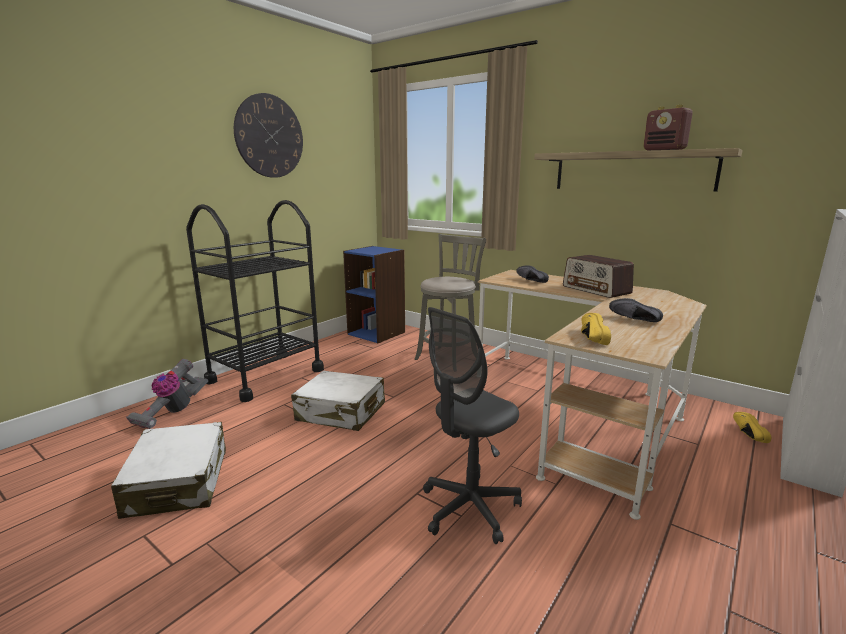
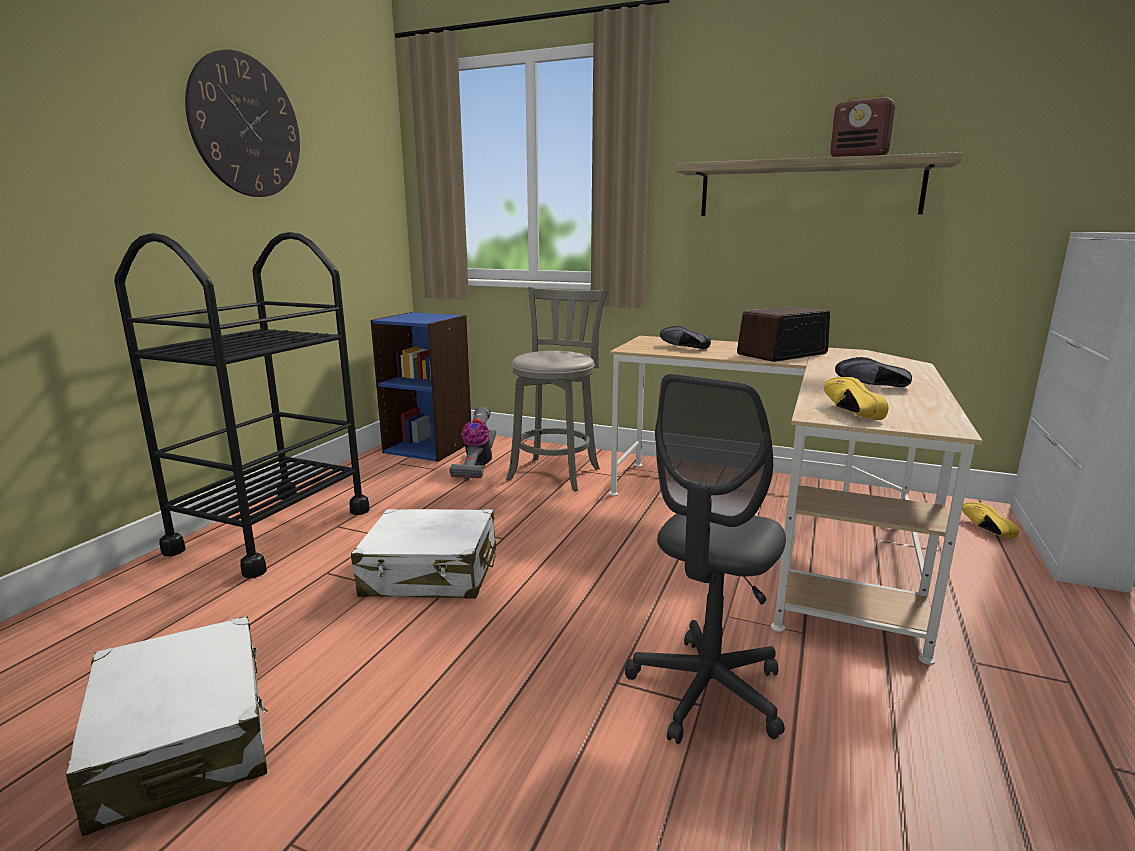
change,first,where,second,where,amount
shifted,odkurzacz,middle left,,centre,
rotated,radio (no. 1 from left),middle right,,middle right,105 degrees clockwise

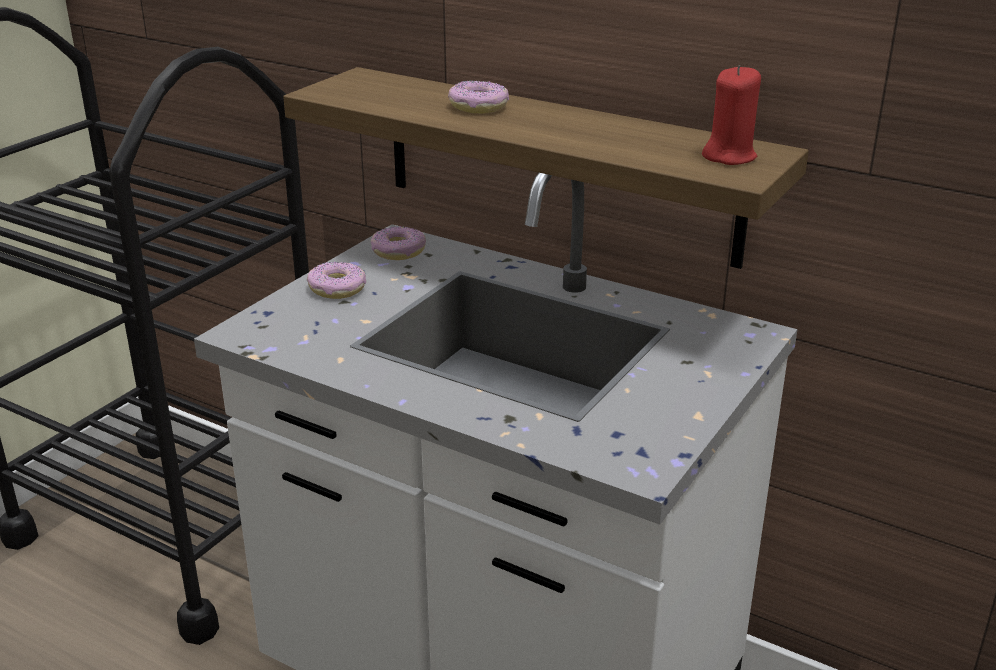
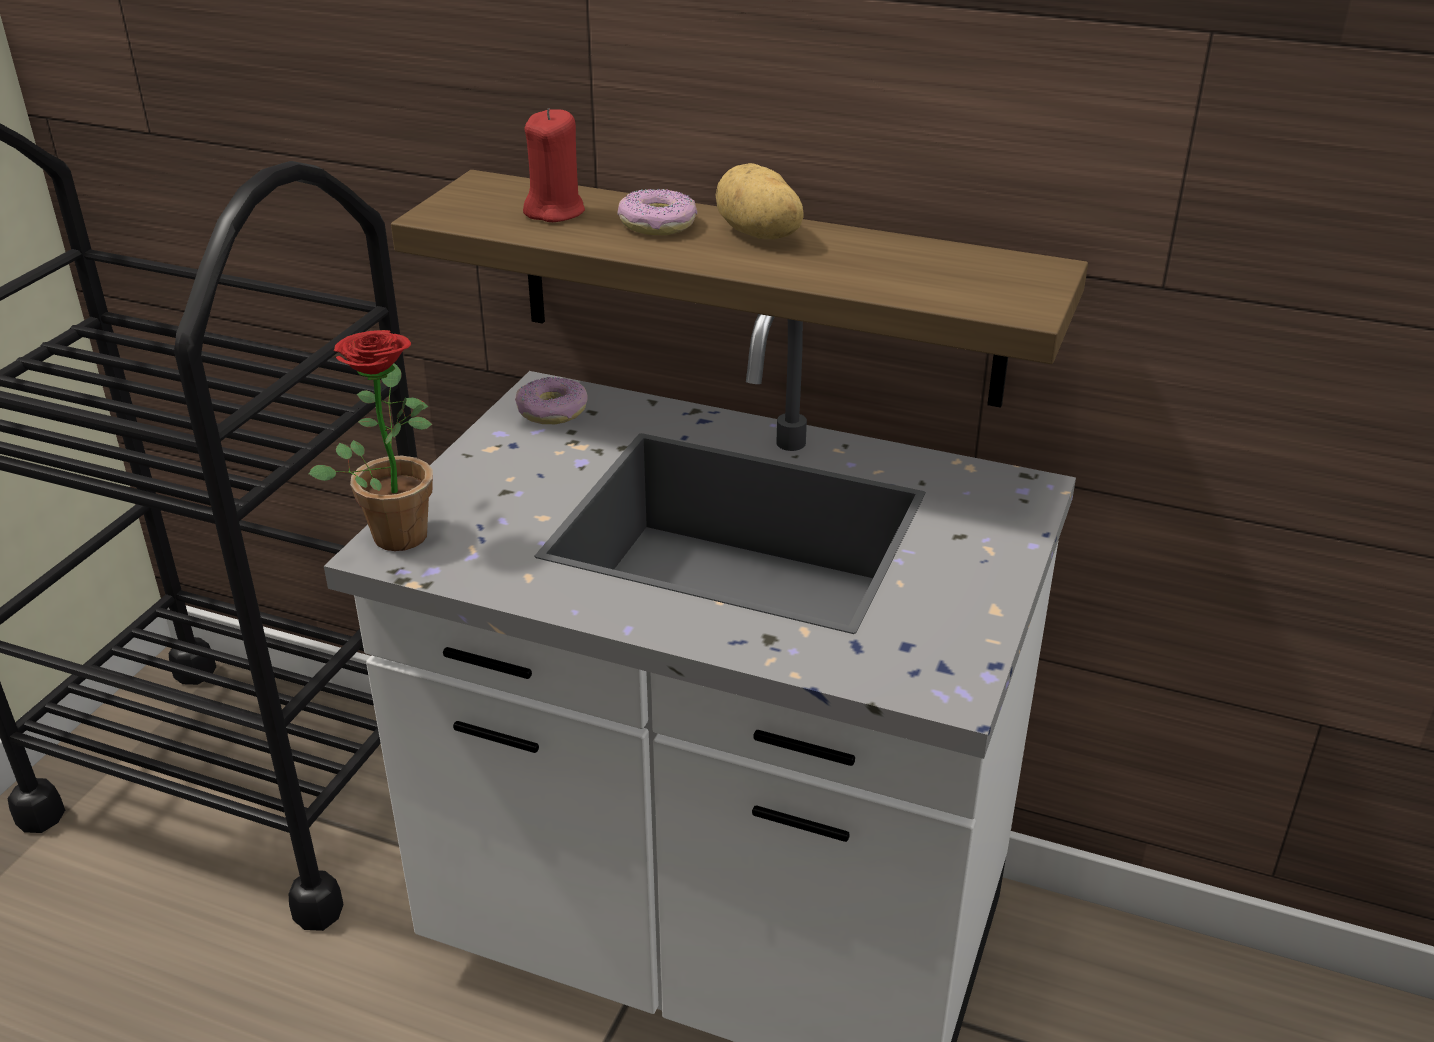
change,first,where,second,where,amount
gone,donut (no. 1 from left),centre,,,
new,,,roślina doniczkowa,middle left,
new,,,ziemniak,top centre,
shifted,świeca (czerwony),top right,,top centre,

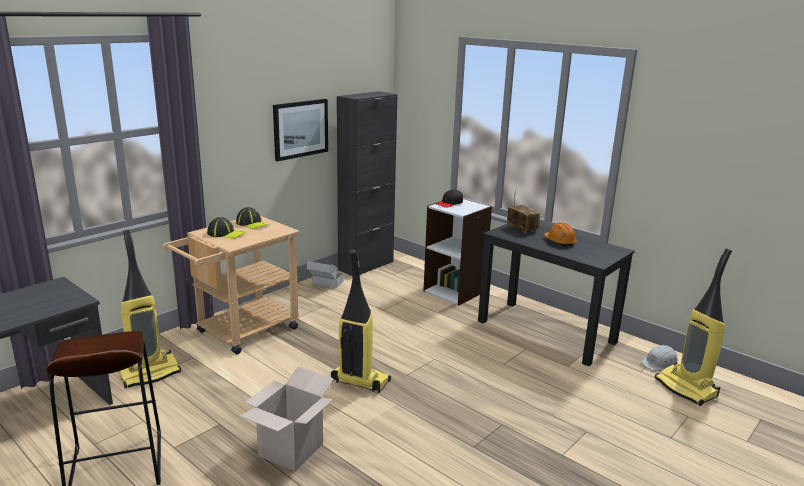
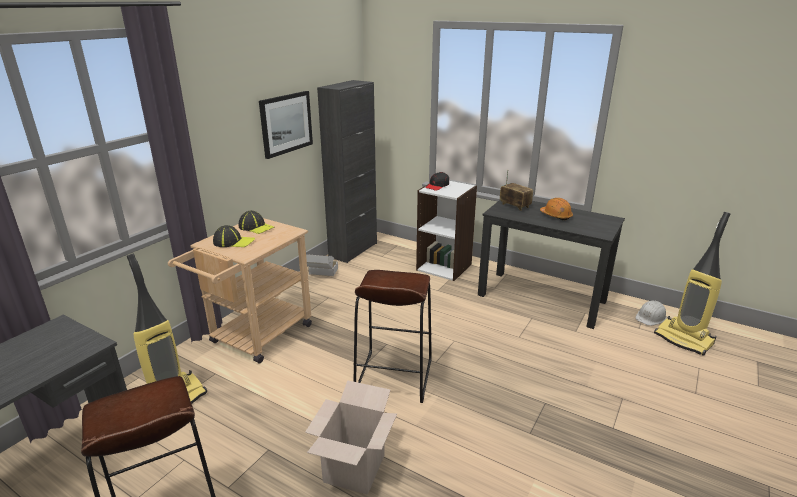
change,first,where,second,where,amount
swapped,odkurzacz (no. 2 from left),centre,stołek (brązowy) (no. 2 from left),bottom centre,

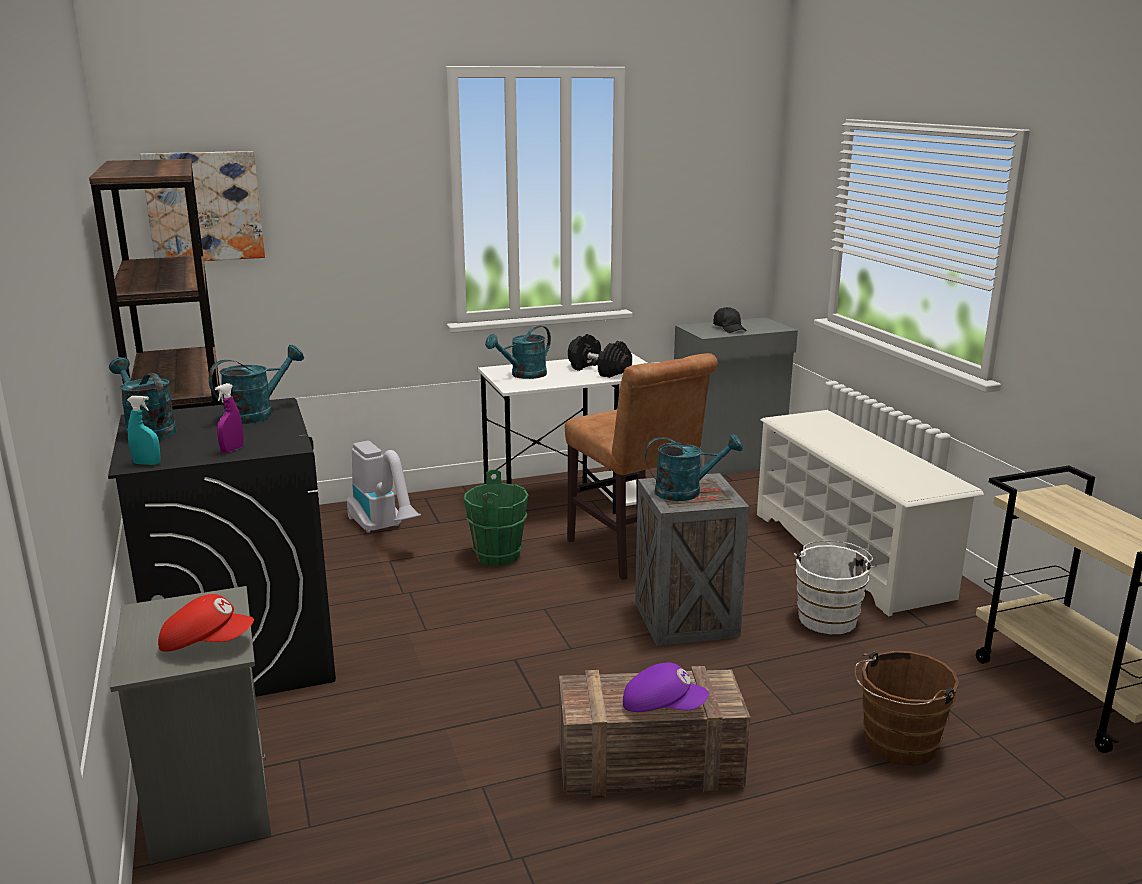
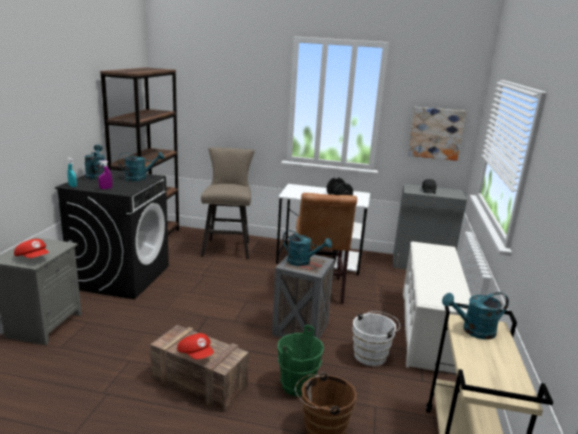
change,first,where,second,where,amount
shifted,obraz,top left,,top right,
shifted,wiadro (zielony),centre,,bottom centre,
shifted,konewka (turkusowy) (no. 3 from left in the first image),centre,konewka (turkusowy) (no. 4 from left),bottom right,
swapped,odkurzacz,centre,stołek (beżowy),centre,
repainted,czapka z daszkiem (fioletowy),bottom centre,czapka z daszkiem (czerwony) (no. 2 from left),bottom centre,

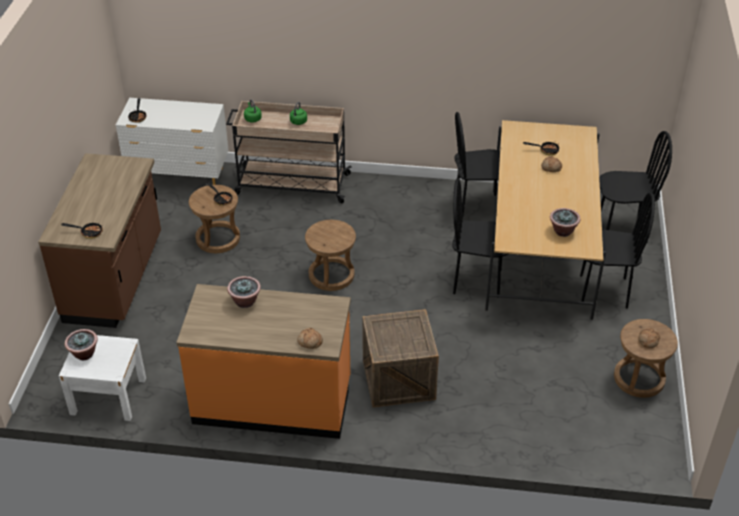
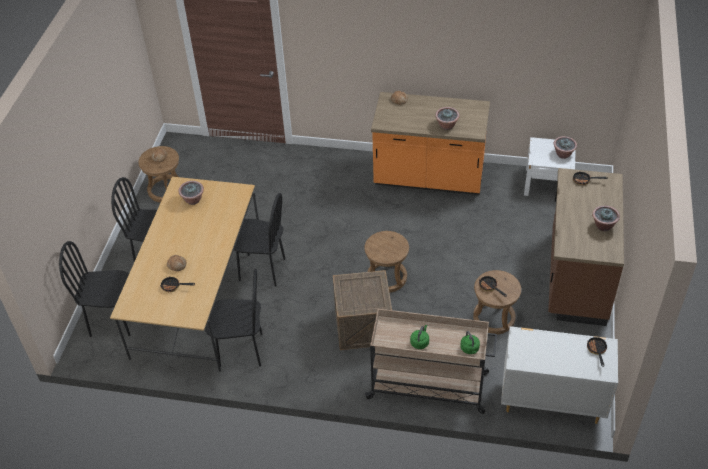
change,first,where,second,where,amount
new,,,roślina doniczkowa (no. 4 from left),middle right,
shifted,skrzynka,bottom centre,,centre,

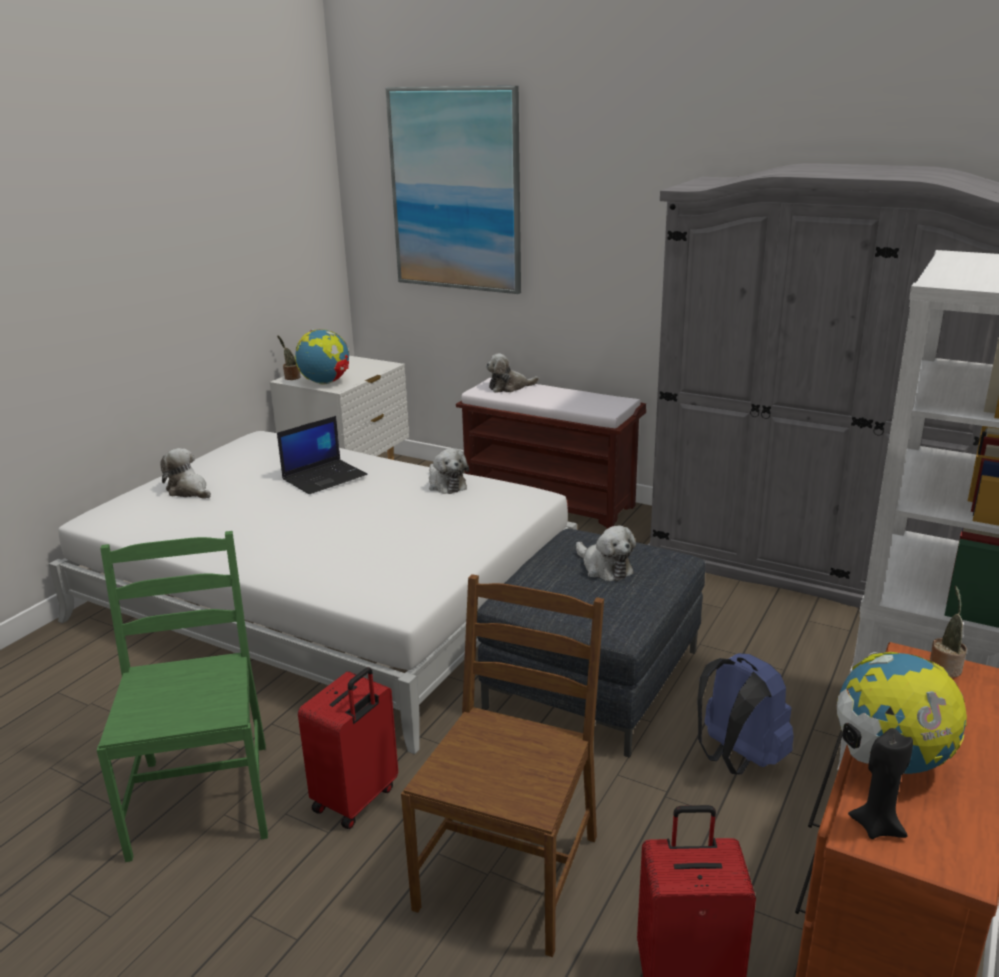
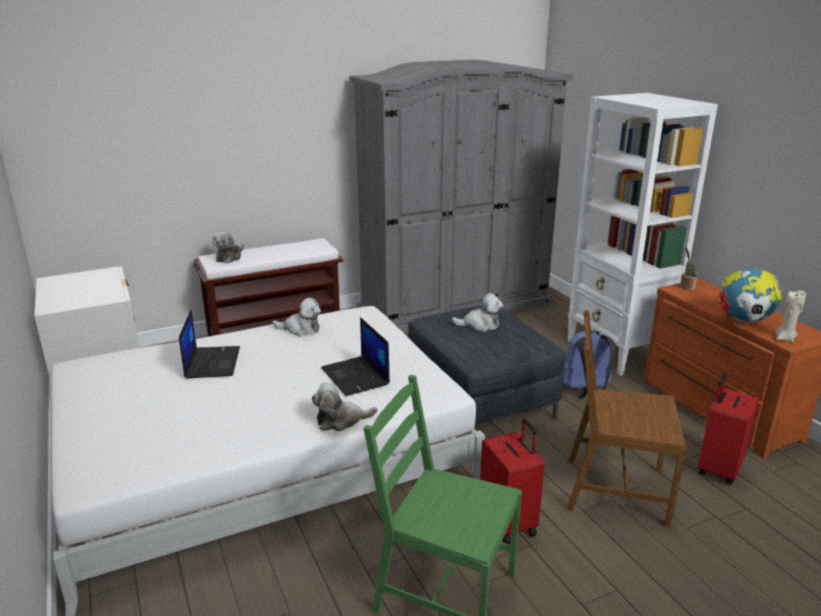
change,first,where,second,where,amount
gone,roślina doniczkowa (no. 1 from left),middle left,,,
gone,globus (no. 1 from left),middle left,,,
gone,obraz,top centre,,,
new,,,laptop (no. 2 from left),centre,
shifted,pluszak (no. 1 from left in the first image),middle left,pluszak (no. 3 from left),centre,
repainted,świeca (czarny),bottom right,świeca (beżowy),middle right,
rotated,krzesło (brązowy),bottom centre,,bottom right,45 degrees counterclockwise

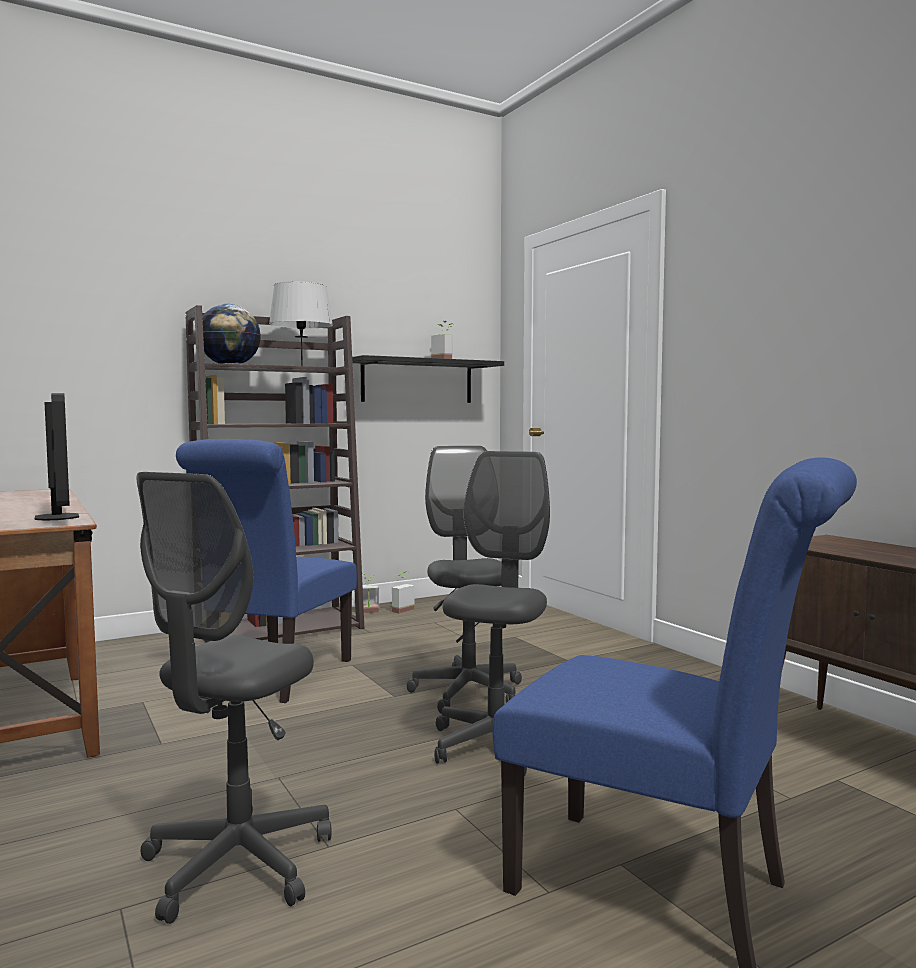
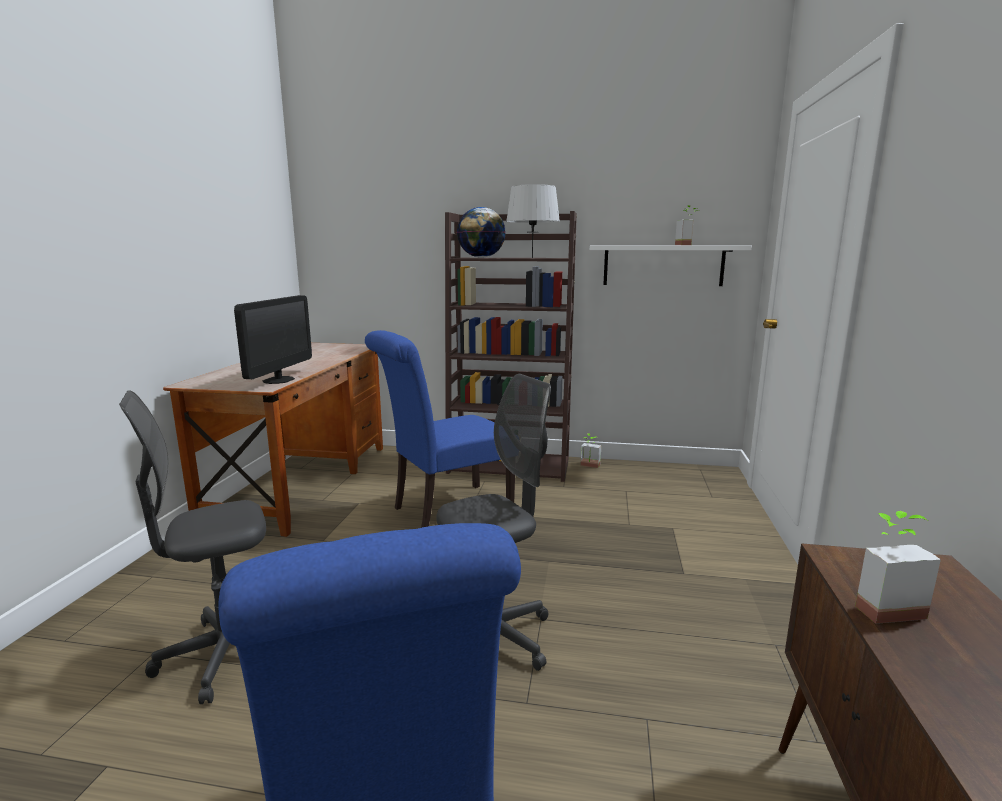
change,first,where,second,where,amount
gone,krzesło biurowe (szary) (no. 2 from left),centre,,,
shifted,roślina doniczkowa (no. 2 from left in the first image),centre,roślina doniczkowa (no. 3 from left),bottom right,
repainted,półka (czarny),centre,półka (biały),top right,

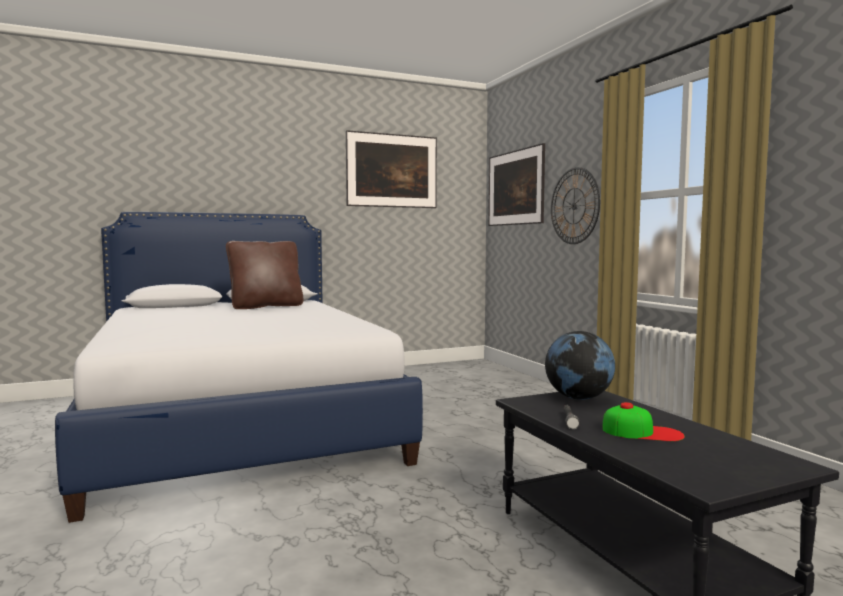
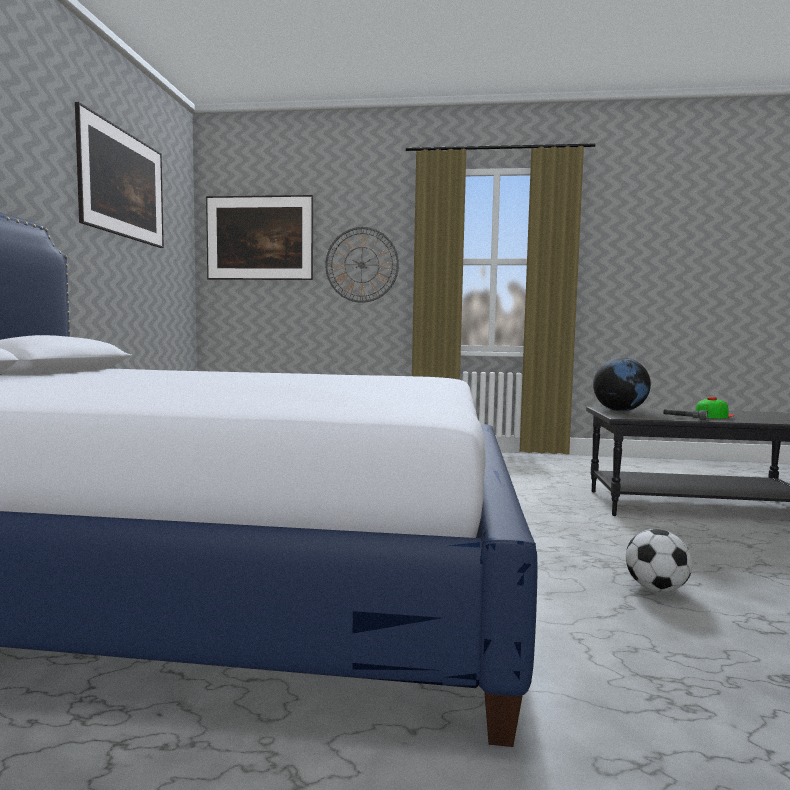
change,first,where,second,where,amount
gone,poduszka (brązowy),middle left,,,
new,,,piłka futbolowa,bottom right,

